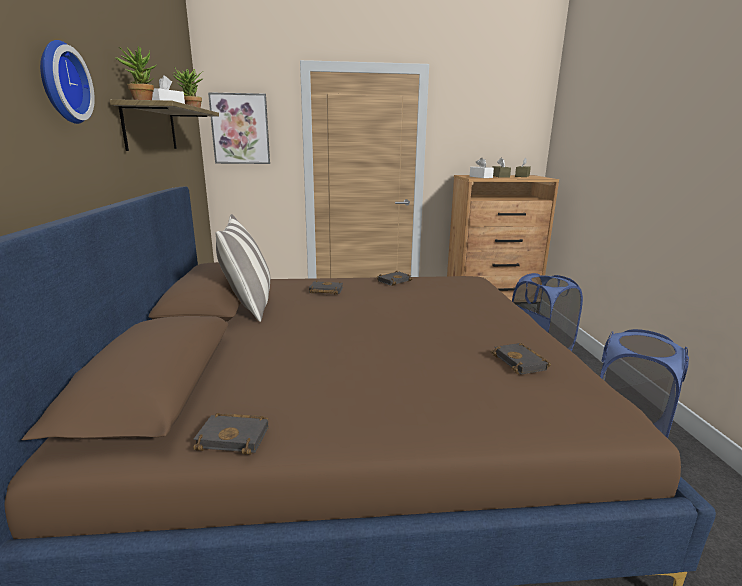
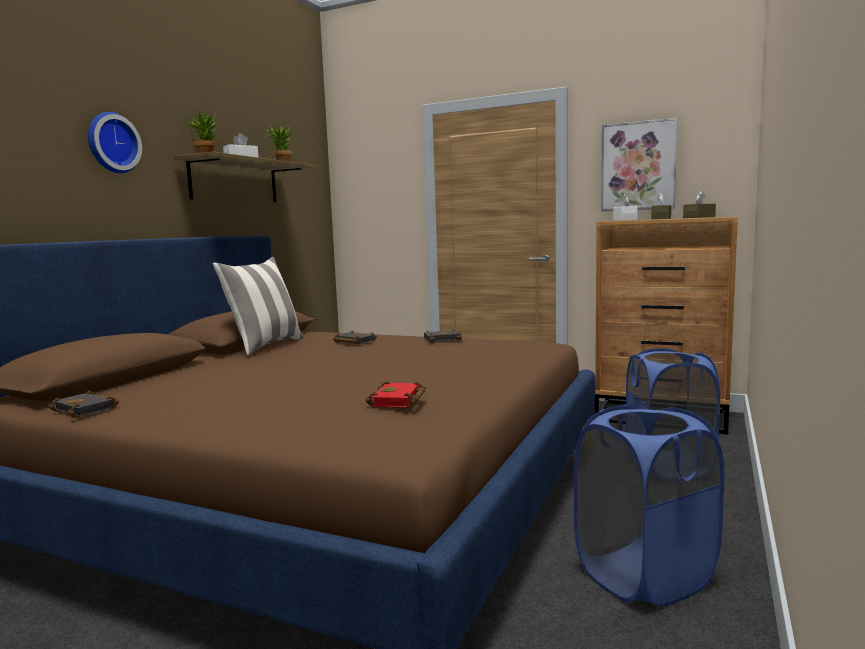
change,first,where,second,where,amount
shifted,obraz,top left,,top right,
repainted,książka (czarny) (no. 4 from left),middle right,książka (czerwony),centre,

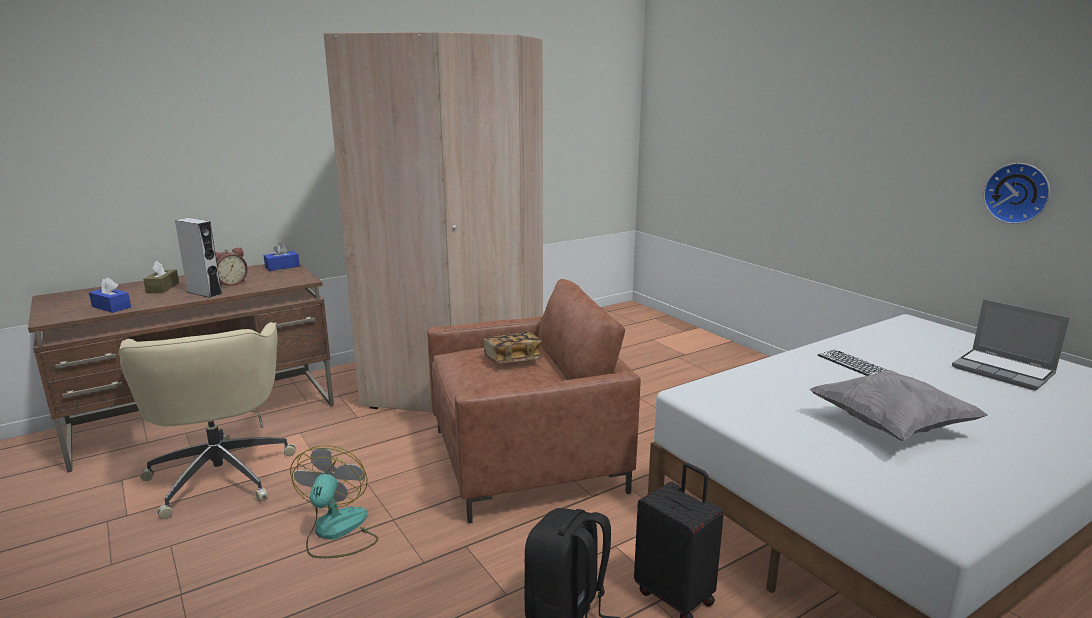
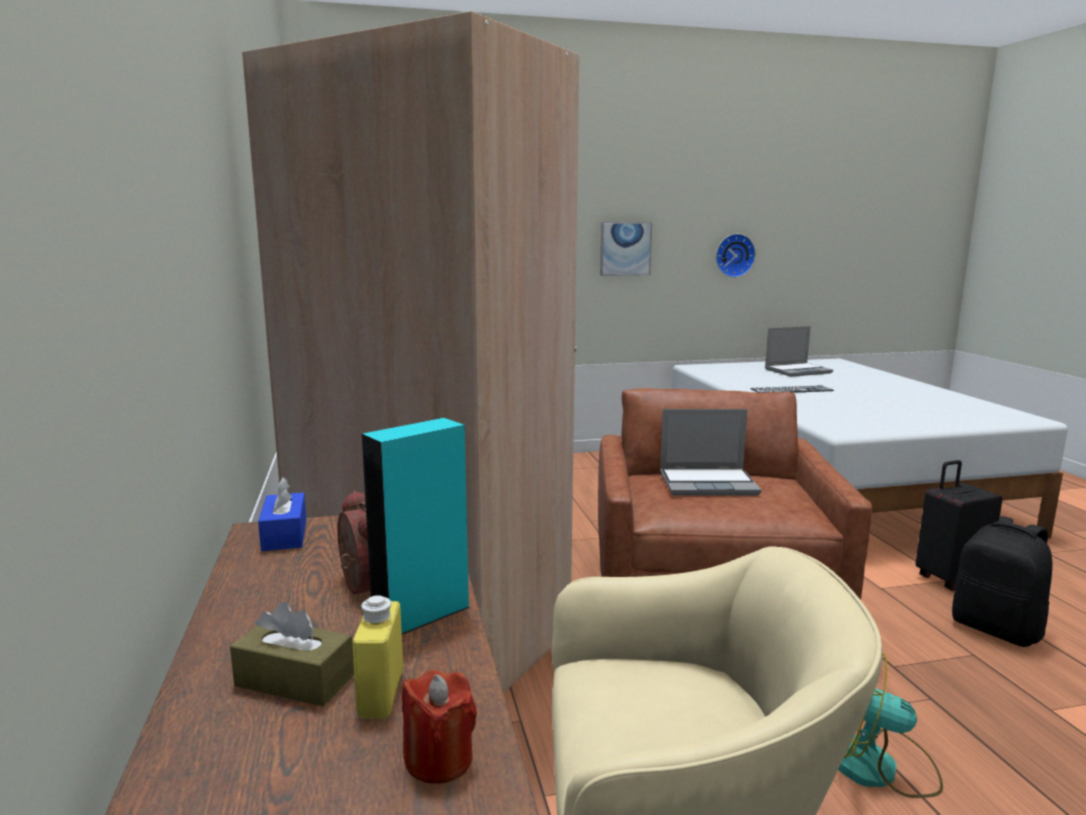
change,first,where,second,where,amount
gone,poduszka (szary),middle right,,,
new,,,butelka (żółty),bottom centre,
new,,,obraz,top centre,
swapped,pudełko chusteczek (niebieski) (no. 1 from left),middle left,świeca (czerwony),bottom centre,
swapped,książka,centre,laptop (no. 1 from left),centre,
repainted,głośnik (szary),middle left,głośnik (turkusowy),centre,

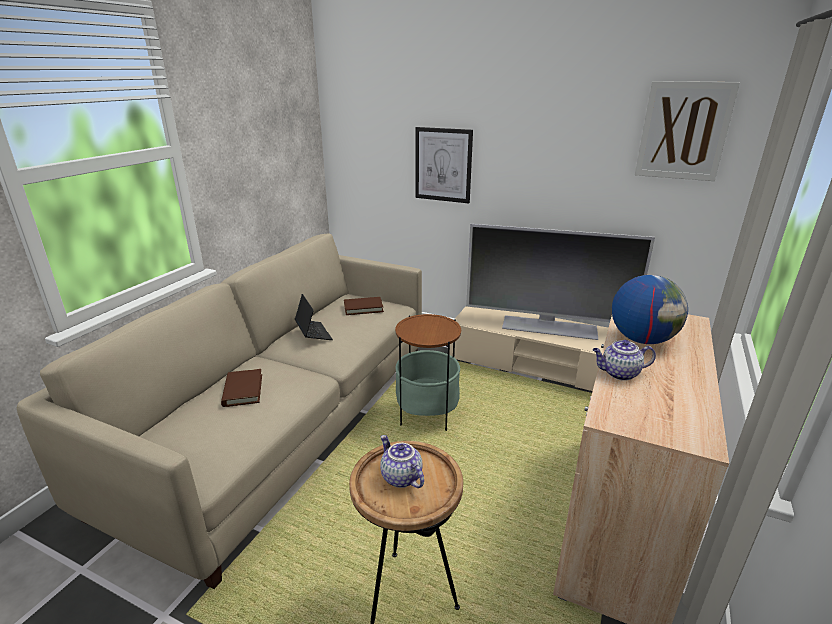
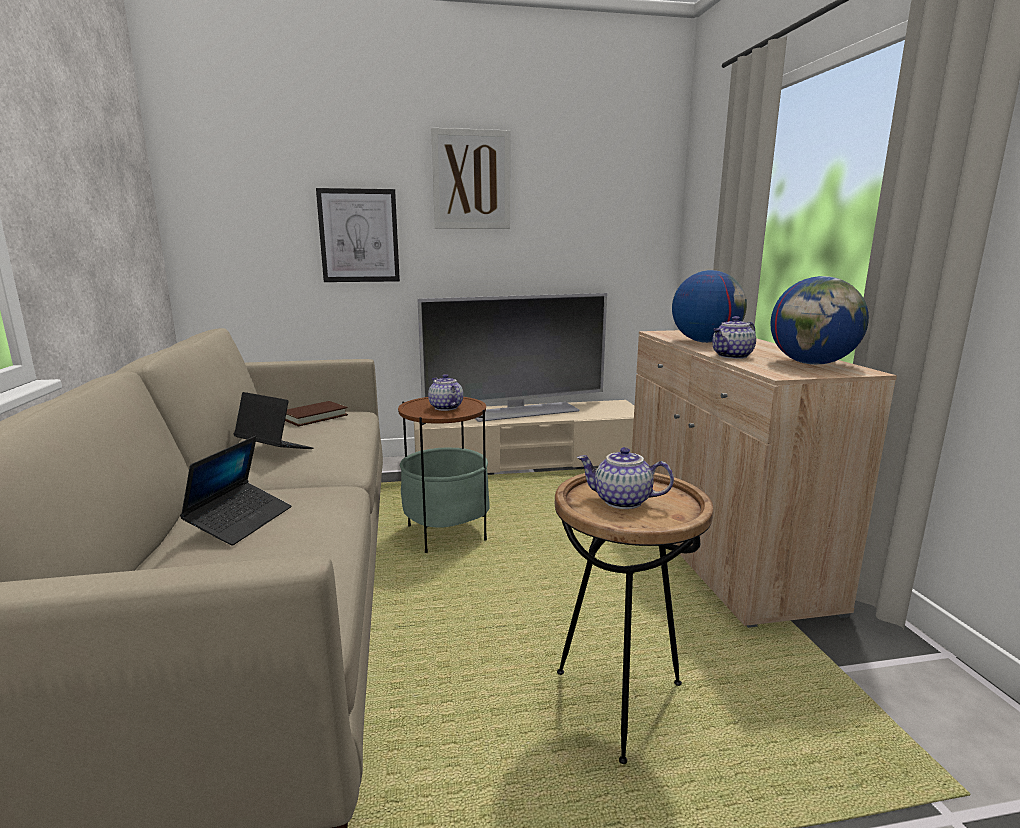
change,first,where,second,where,amount
new,,,imbryk (no. 1 from left),centre,
new,,,globus (no. 2 from left),middle right,
shifted,obraz (no. 2 from left),top right,,top centre,
swapped,książka (brązowy) (no. 1 from left),middle left,laptop (no. 1 from left),middle left,

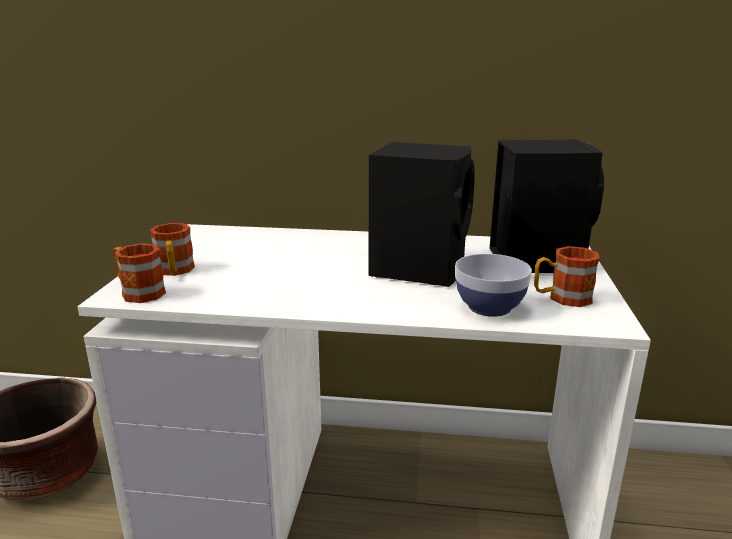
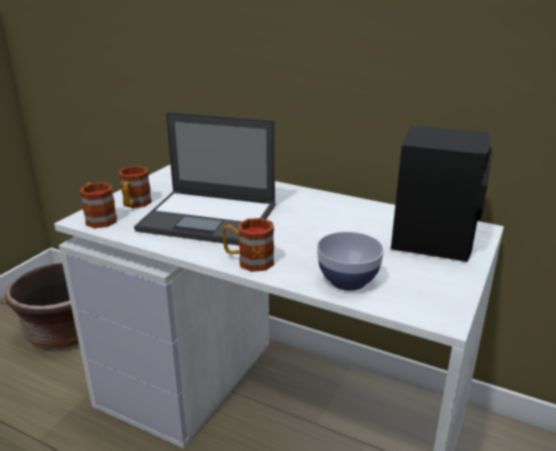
change,first,where,second,where,amount
gone,głośnik (czarny) (no. 1 from left),centre,,,
new,,,laptop,centre,
shifted,kubek (no. 3 from left),middle right,,centre,

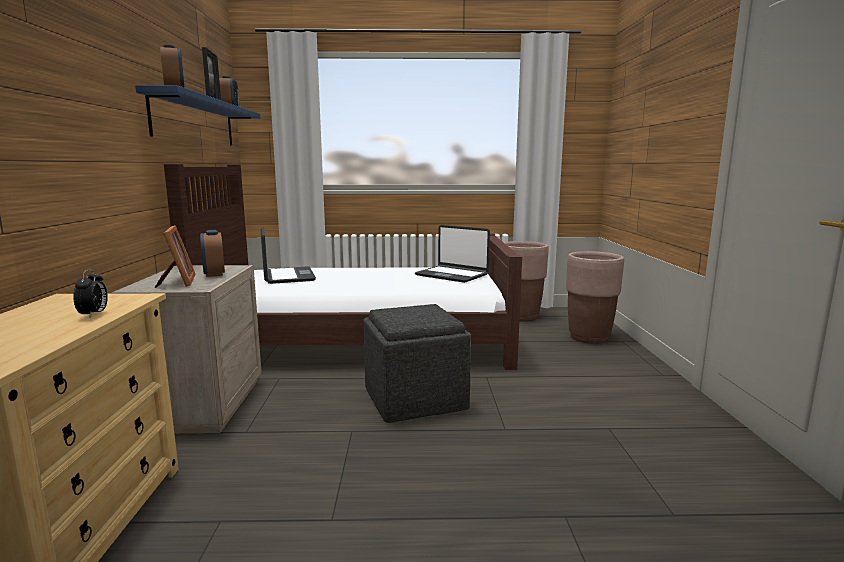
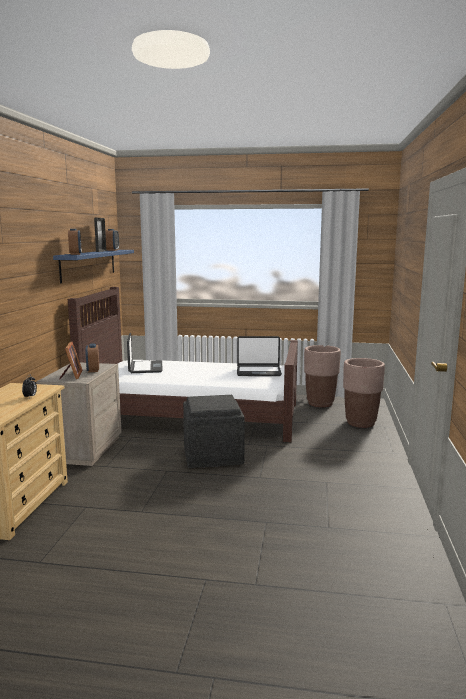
change,first,where,second,where,amount
rotated,laptop (no. 2 from left),centre,,centre,45 degrees counterclockwise

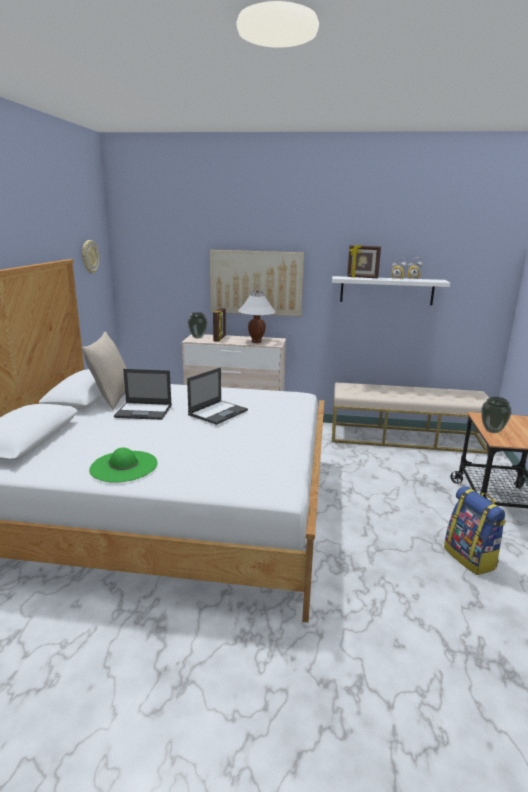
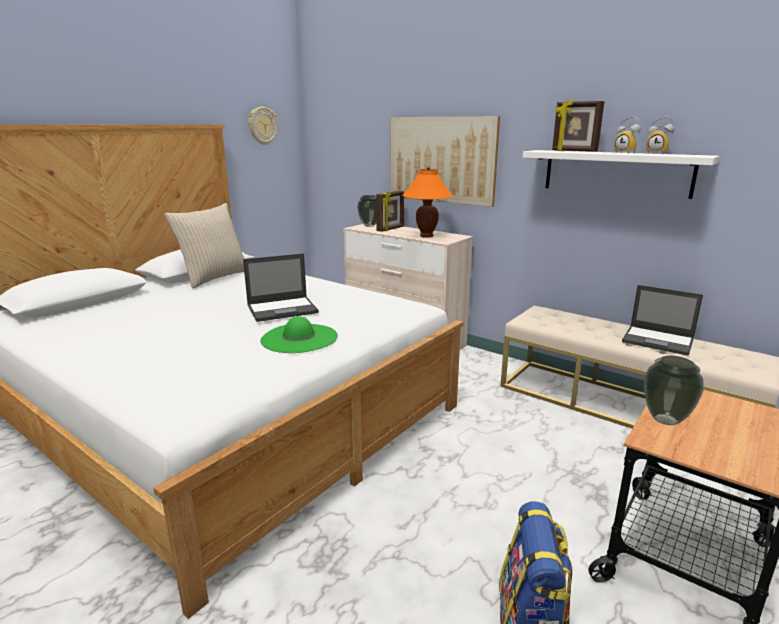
change,first,where,second,where,amount
shifted,kapelusz (zielony),middle left,,centre,
shifted,laptop (no. 1 from left in the first image),middle left,laptop (no. 2 from left),middle right,
repainted,lampa stołowa (biały),centre,lampa stołowa (pomarańczowy),top centre,

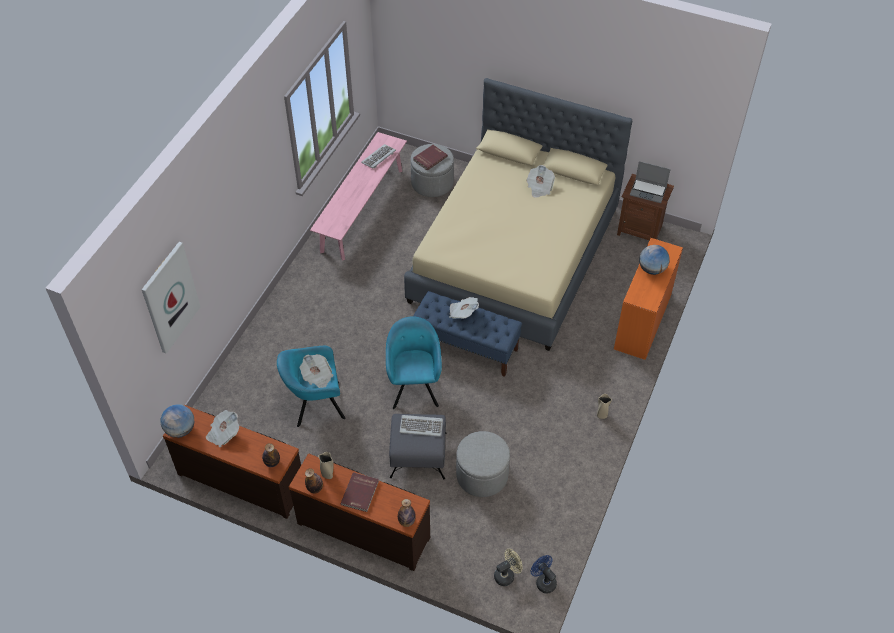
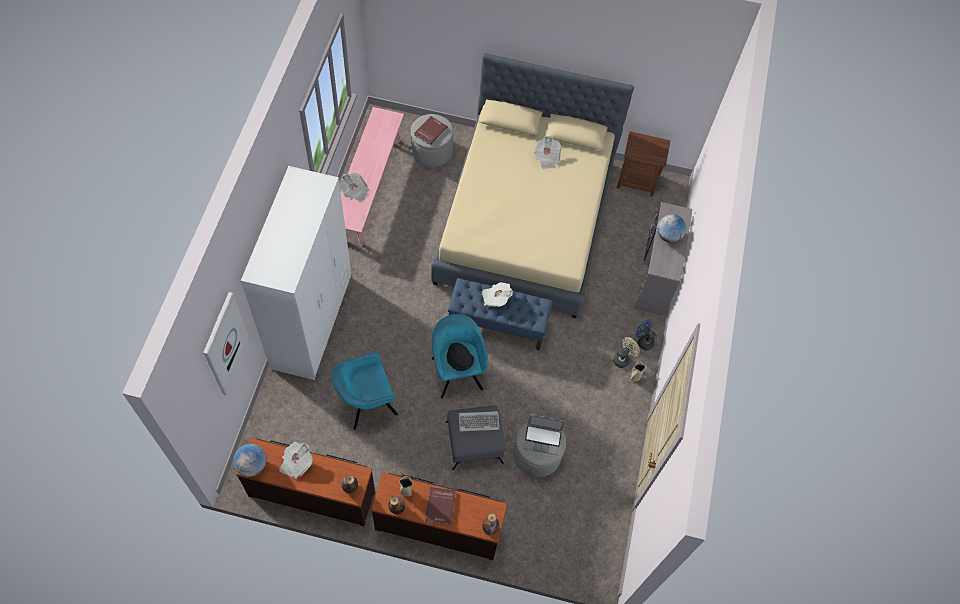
change,first,where,second,where,amount
gone,klawiatura (no. 1 from left),top centre,,,
new,,,szafa (biały),middle left,
new,,,kapelusz (czarny),centre,
shifted,gazeta (no. 2 from left),centre,,top centre,
shifted,wentylator (beżowy),bottom centre,,centre,
shifted,wentylator (niebieski),bottom centre,,middle right,
shifted,laptop,top right,,bottom centre,
repainted,biurko (pomarańczowy),middle right,biurko (szary),middle right,

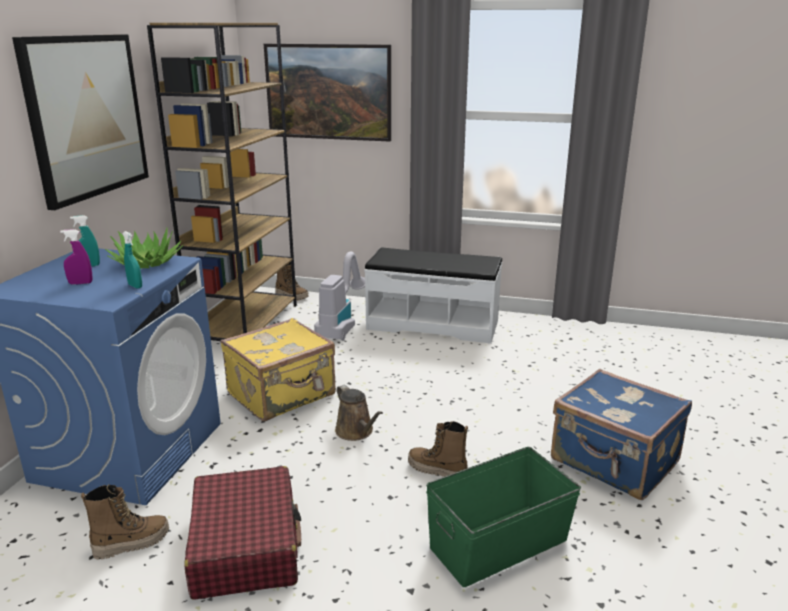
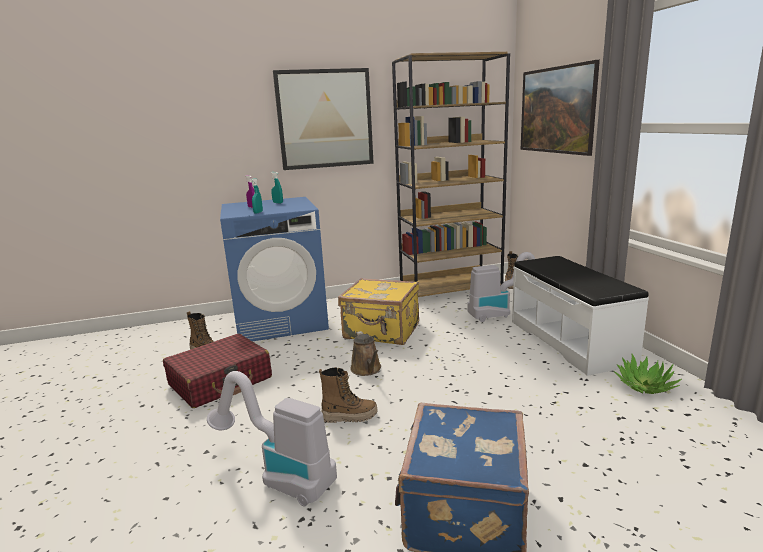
change,first,where,second,where,amount
shifted,roślina doniczkowa,middle left,,bottom right,
swapped,pojemnik do przechowywania (zielony),bottom centre,odkurzacz (no. 1 from left),bottom centre,
rotated,konewka (brązowy),bottom centre,,centre,45 degrees counterclockwise
rotated,but z cholewką (no. 3 from left in the first image),bottom centre,but z cholewką (no. 2 from left),bottom centre,90 degrees clockwise

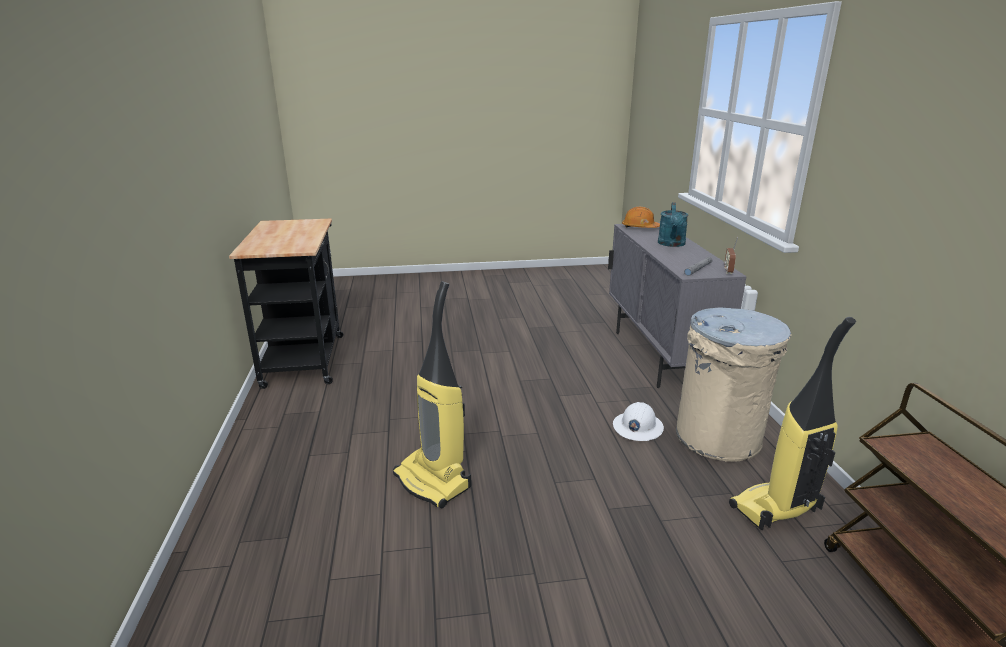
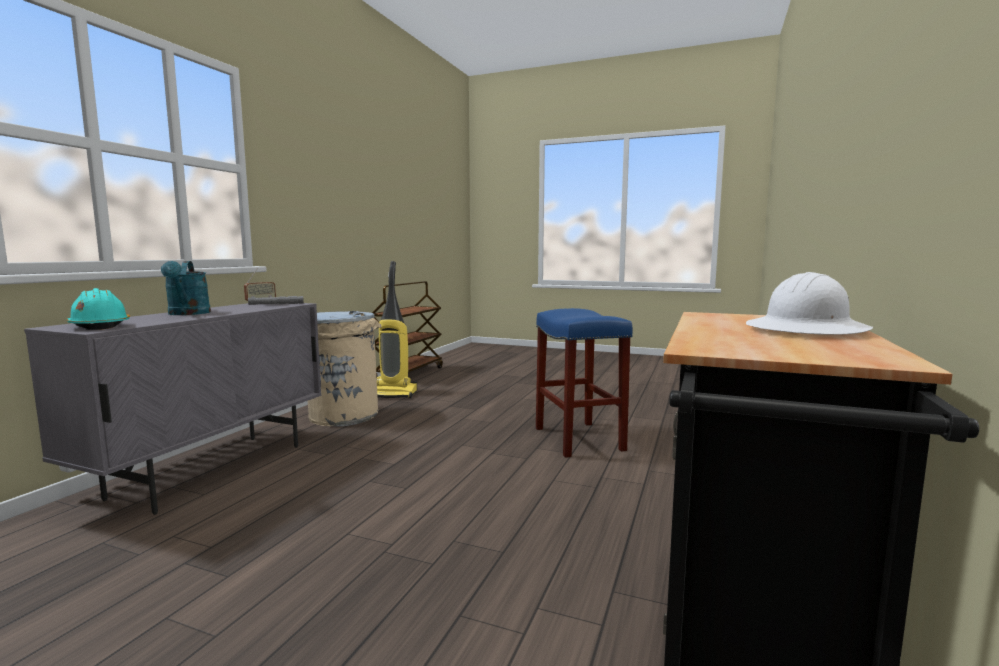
change,first,where,second,where,amount
shifted,kask (biały),centre,,middle right,
swapped,odkurzacz (no. 1 from left),centre,stołek (niebieski),centre,
repainted,kask (pomarańczowy),centre,kask (turkusowy),middle left,
rotated,konewka (turkusowy),middle right,,middle left,120 degrees clockwise

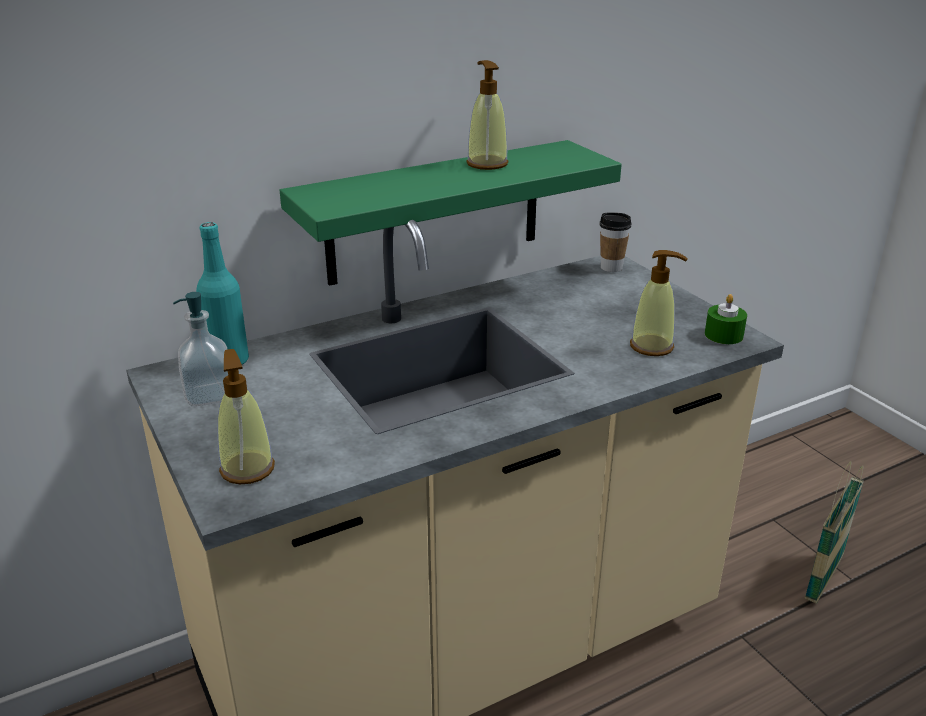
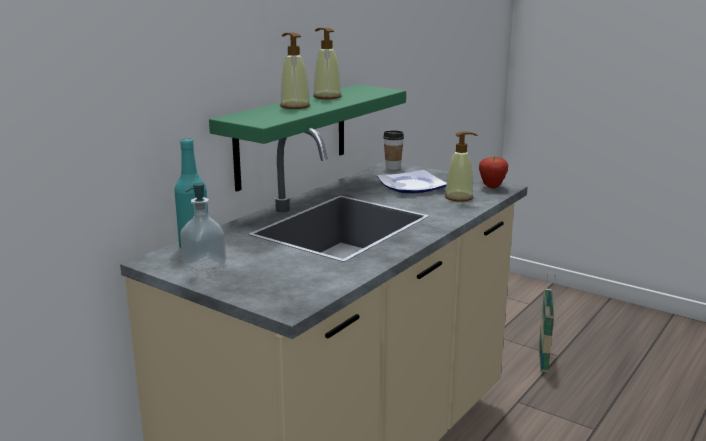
change,first,where,second,where,amount
new,,,talerz,centre,
shifted,dozownik mydła (no. 2 from left),middle left,,top centre,
swapped,świeca (zielony),middle right,jabłko,middle right,

